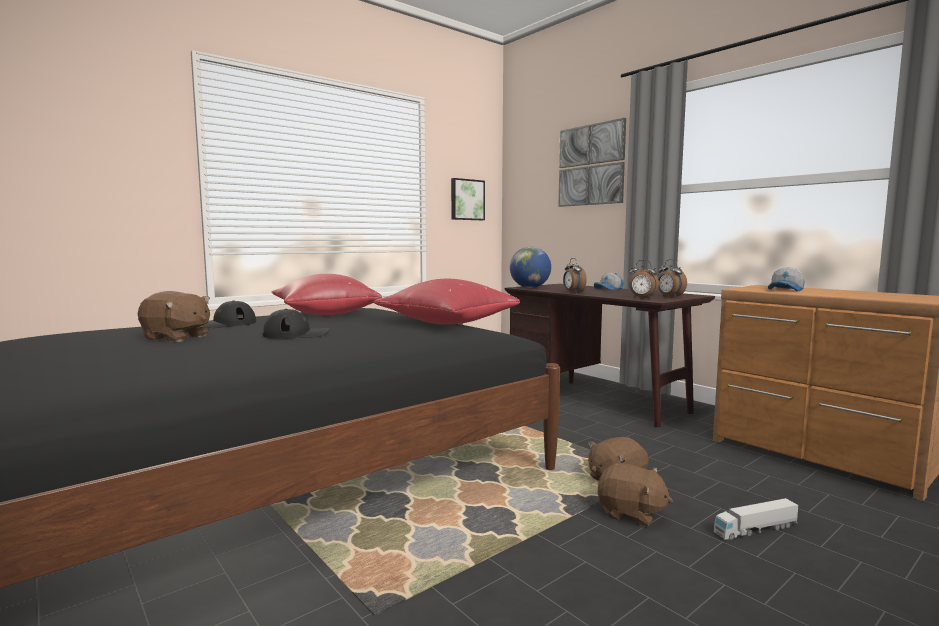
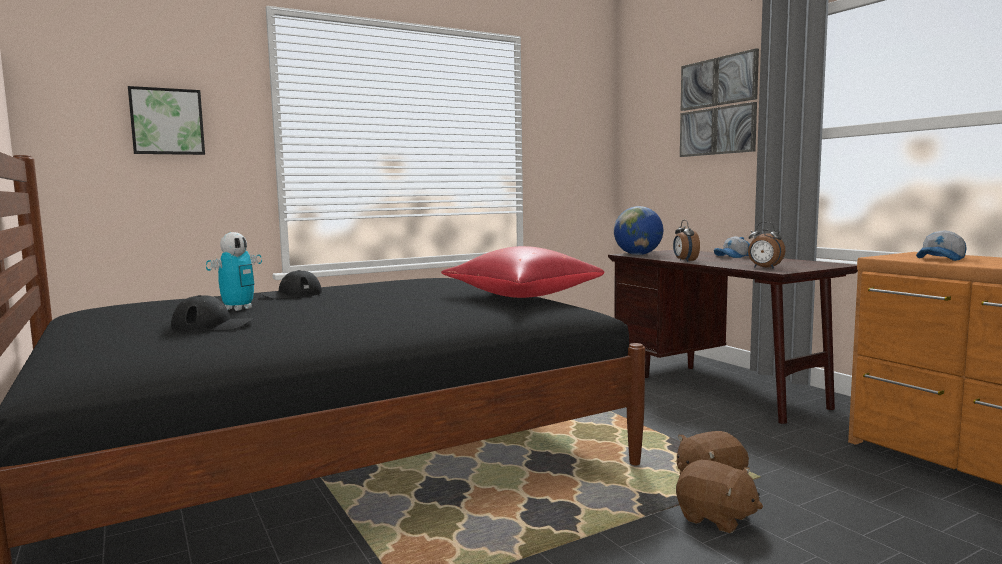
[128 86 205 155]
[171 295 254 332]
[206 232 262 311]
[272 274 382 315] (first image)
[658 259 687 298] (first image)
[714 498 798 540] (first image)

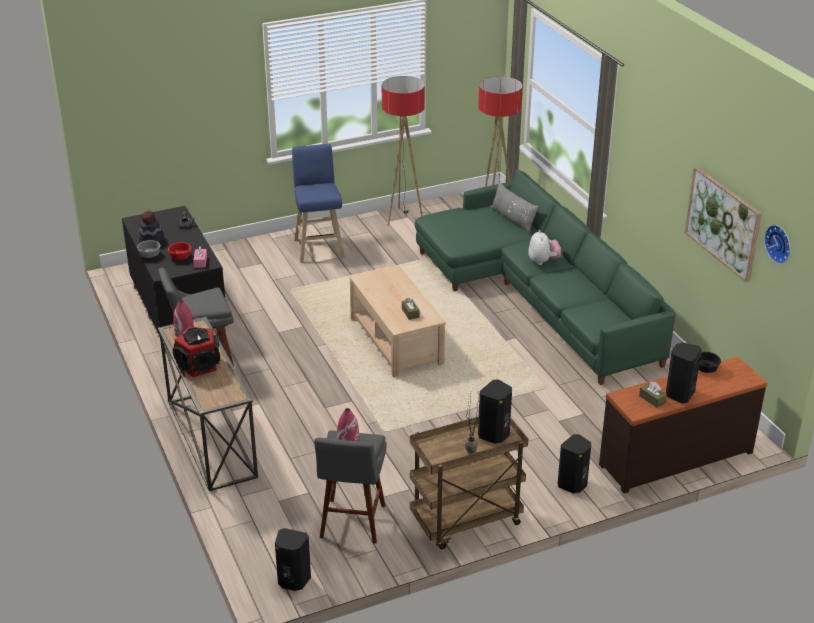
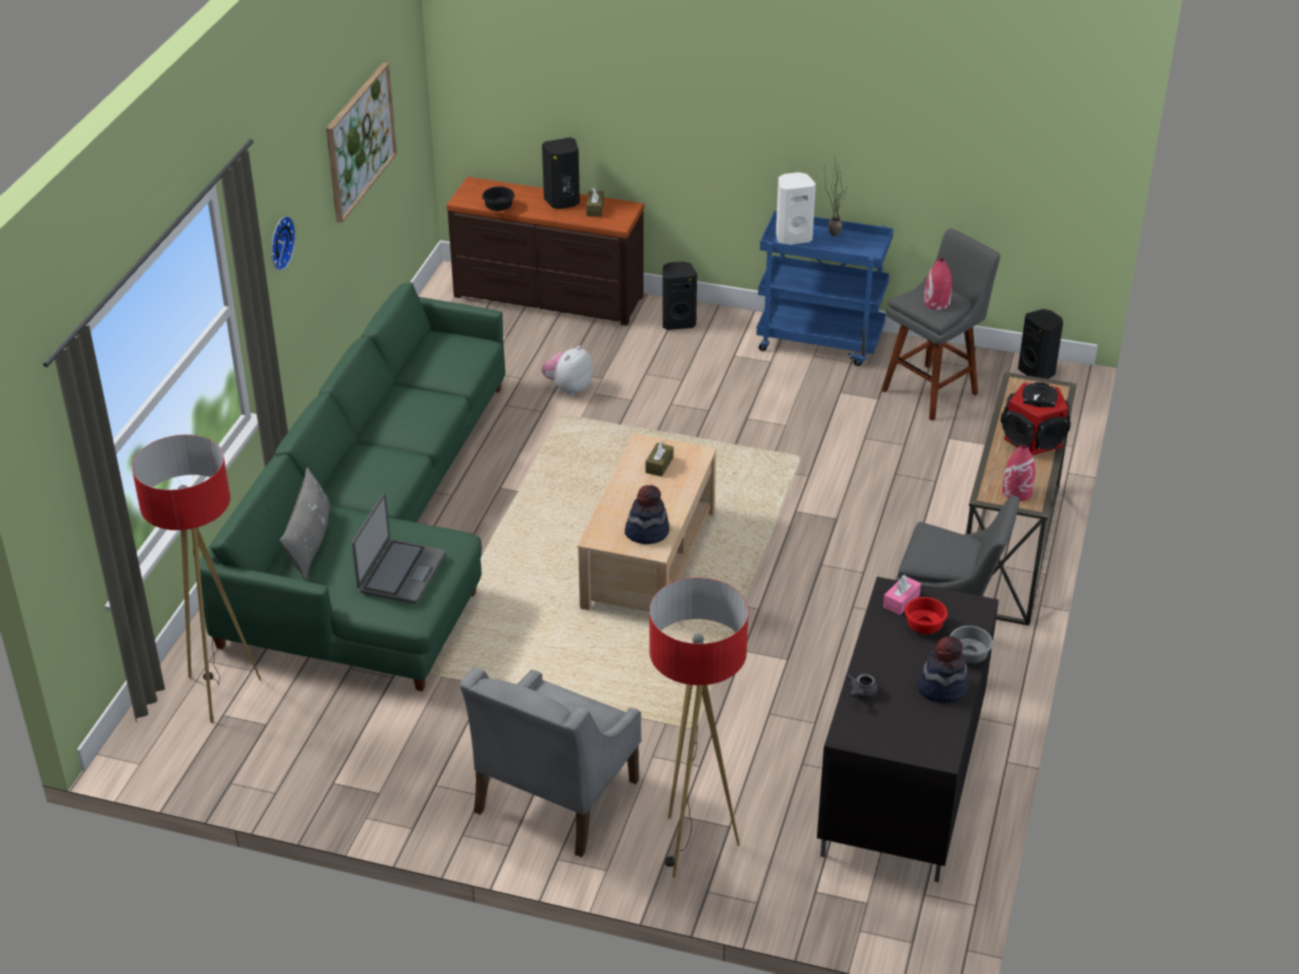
[271 216 296 271]
[352 493 446 604]
[460 667 642 857]
[541 346 593 395]
[625 485 669 544]
[649 578 748 878]
[756 211 893 366]
[776 172 816 245]

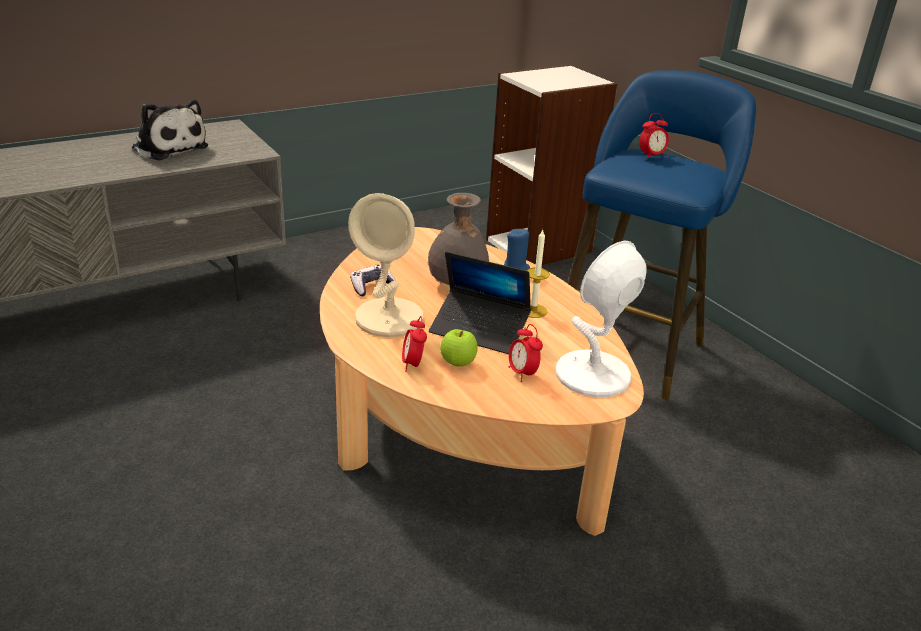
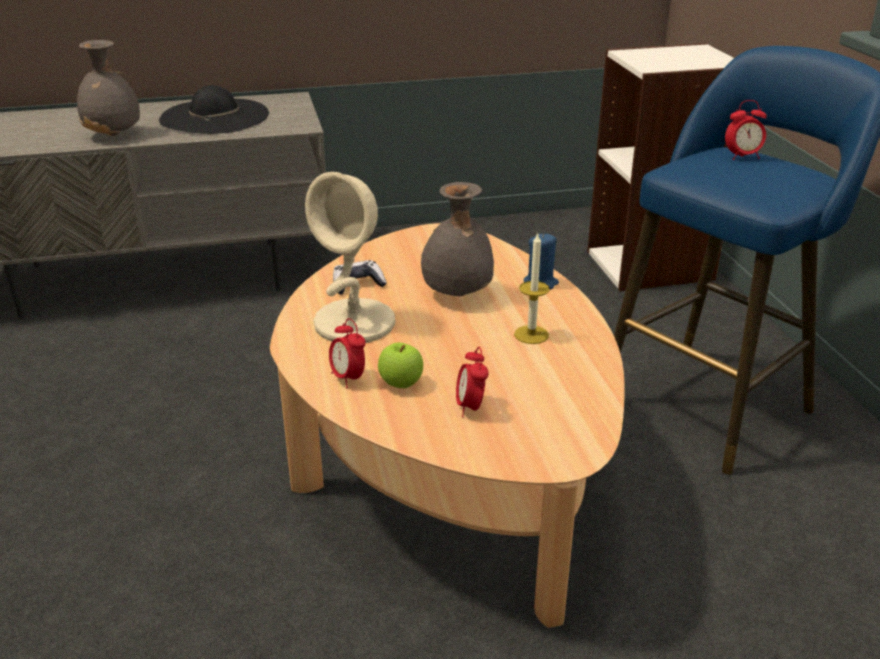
[77 40 140 136]
[159 85 269 134]
[329 318 366 388]
[429 251 531 354] (first image)
[556 241 647 397] (first image)

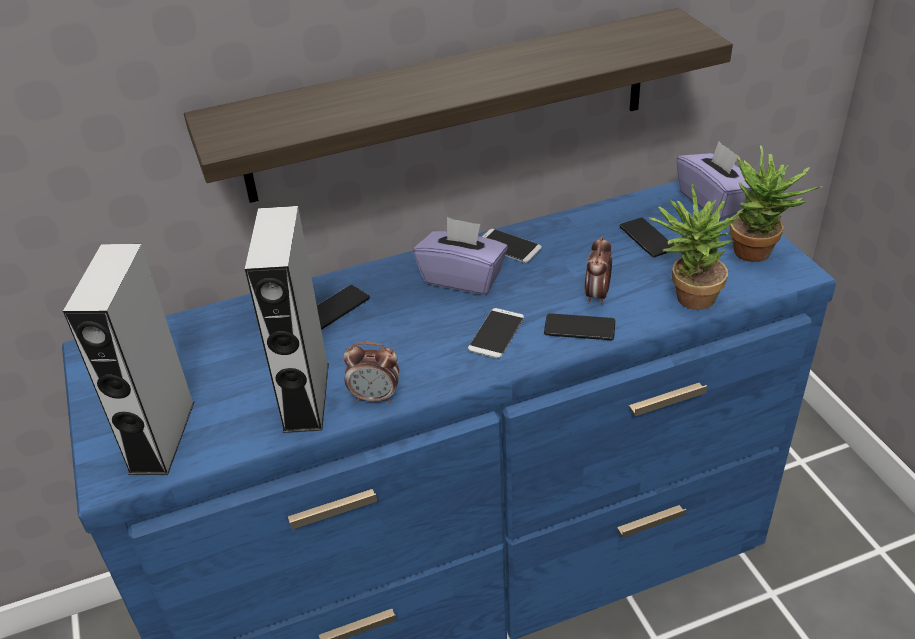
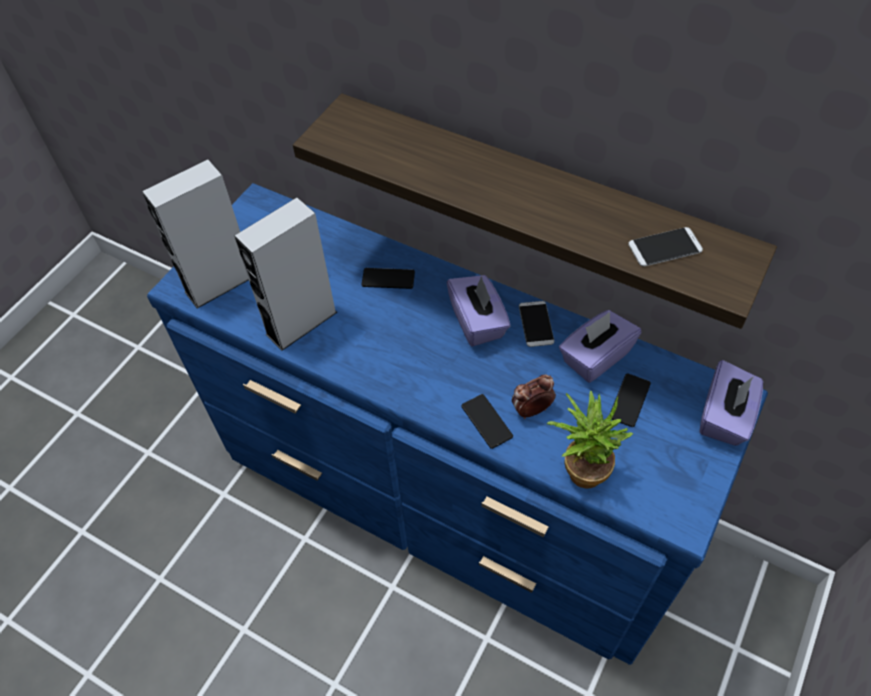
[559 310 641 383]
[628 227 703 267]
[343 342 399 403] (first image)
[730 145 823 262] (first image)

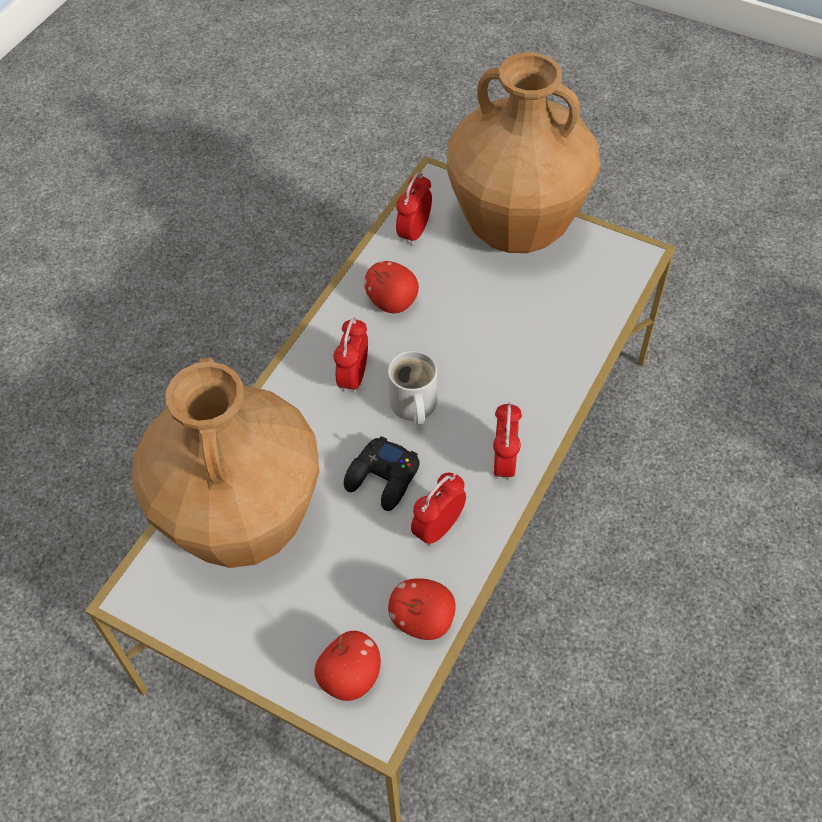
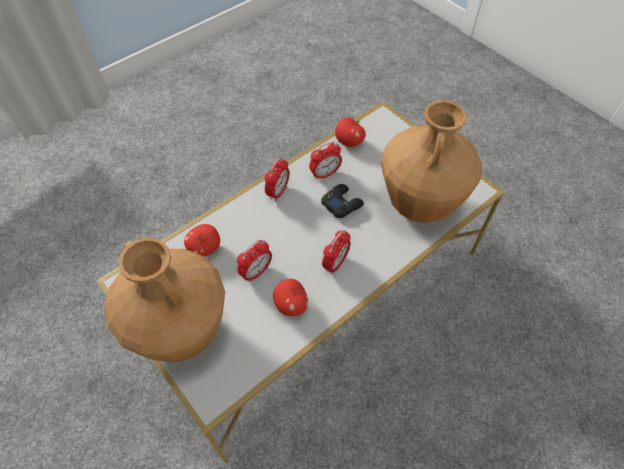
[184 224 220 257]
[237 240 272 282]
[388 350 437 425] (first image)

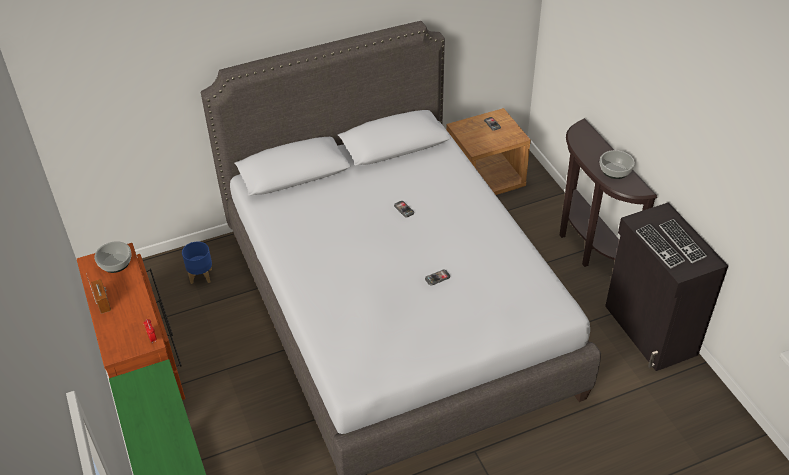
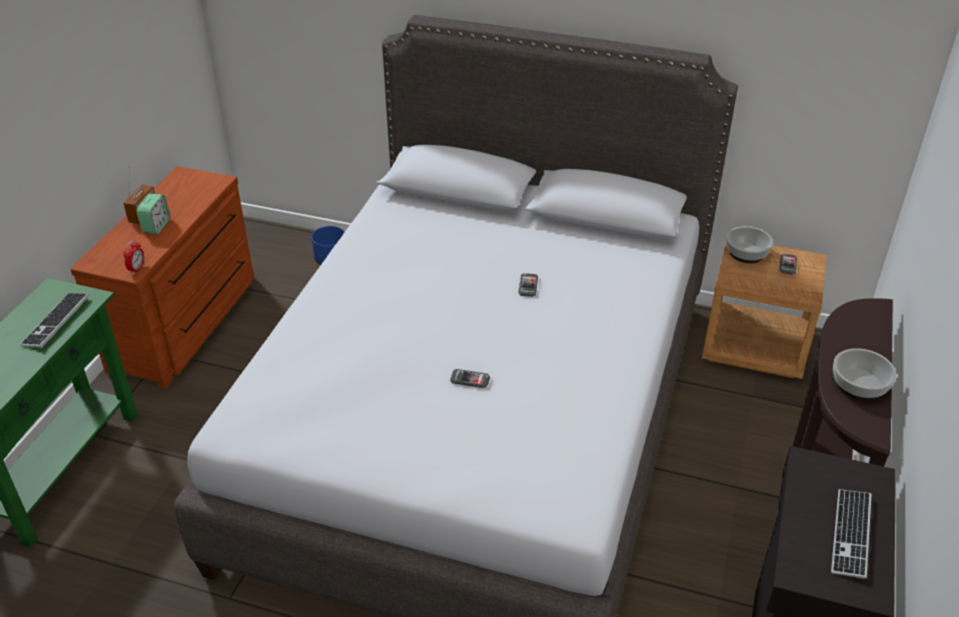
[20 293 88 348]
[137 194 170 234]
[726 226 773 263]

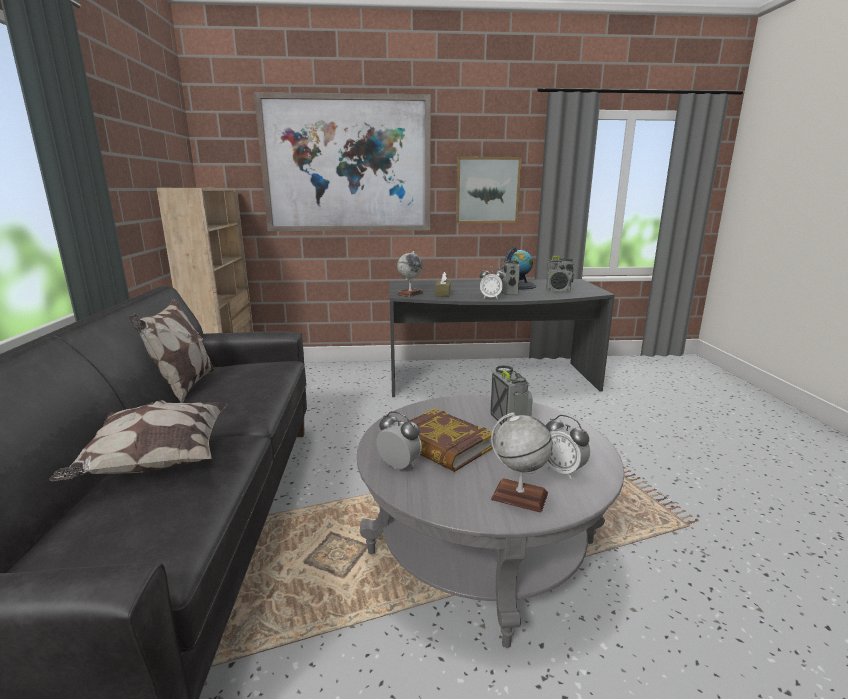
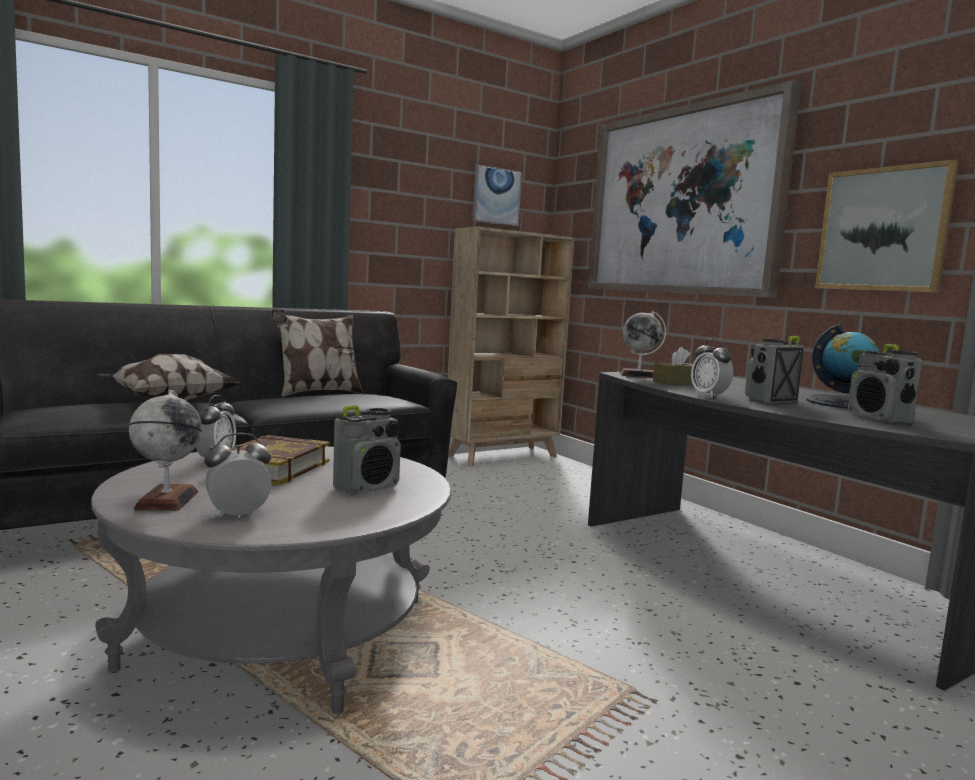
[204 433 271 518]
[472 164 522 226]

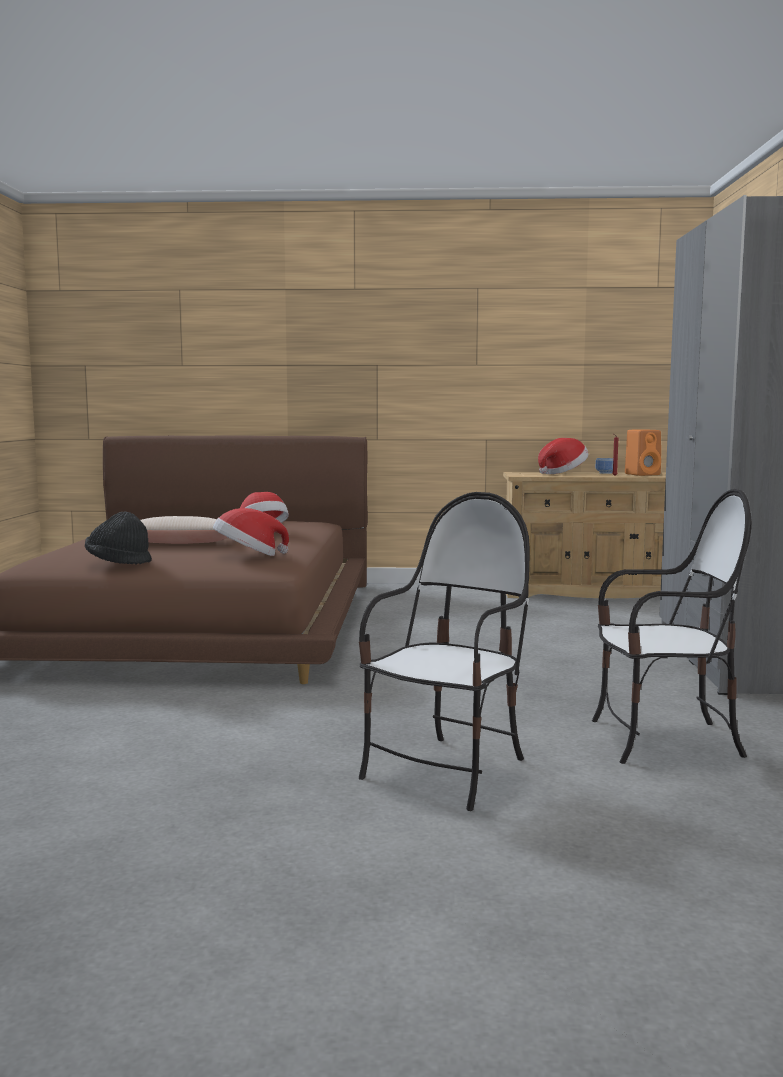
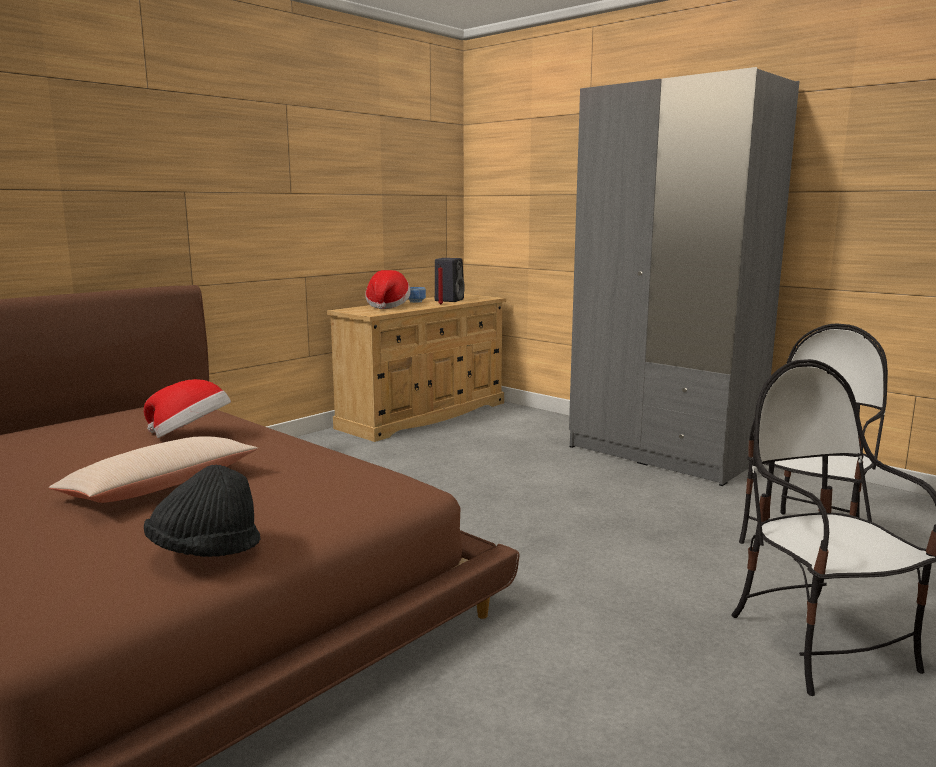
[435 258 465 302]
[213 508 289 556] (first image)

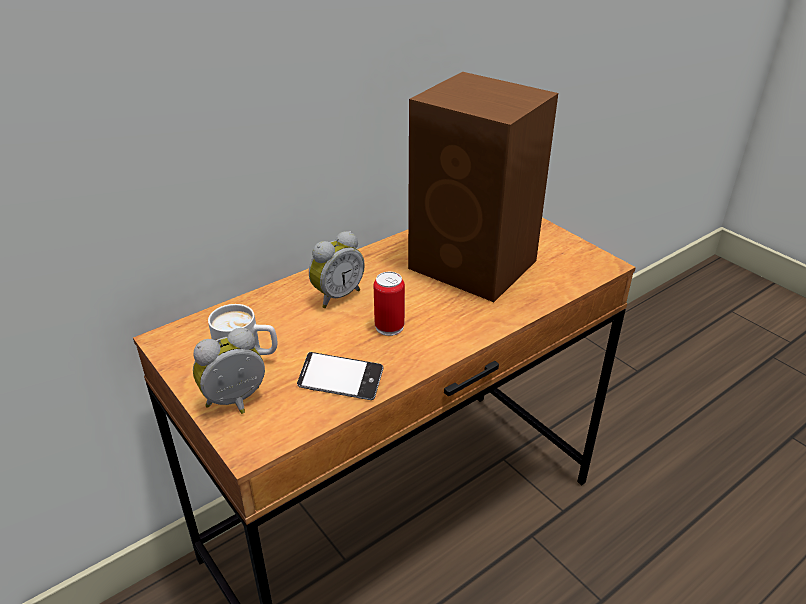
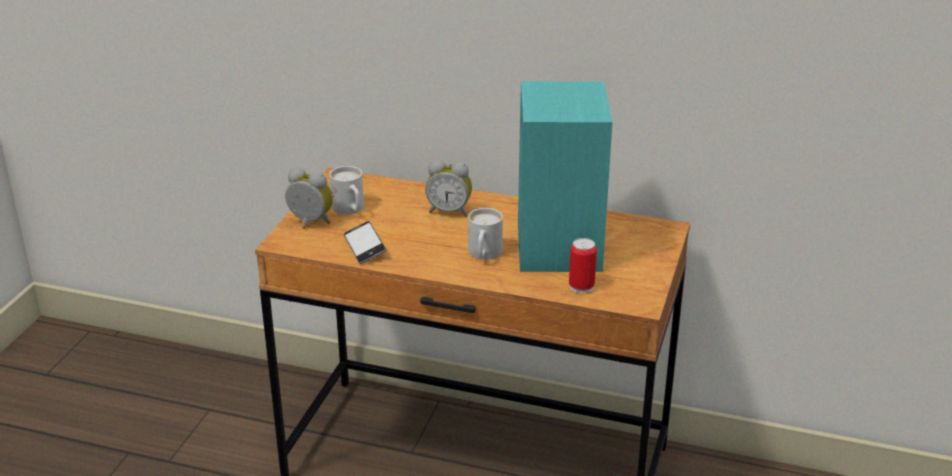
[468 208 503 260]
[518 81 612 272]
[569 238 597 293]

